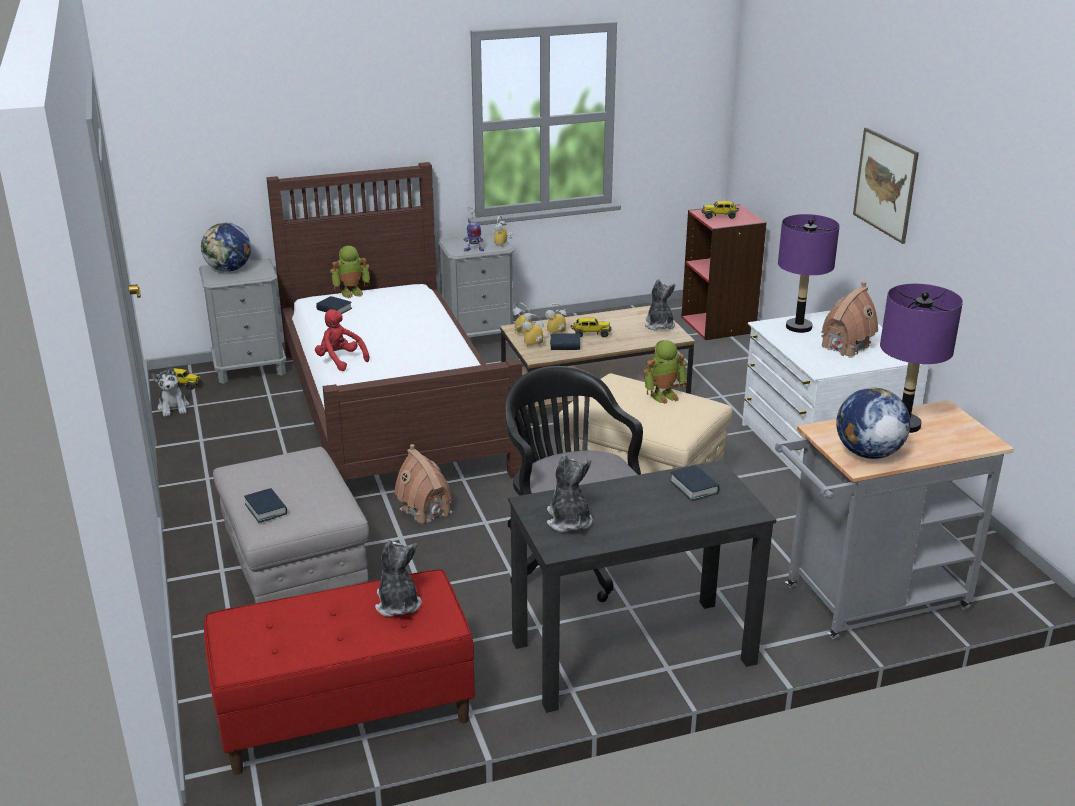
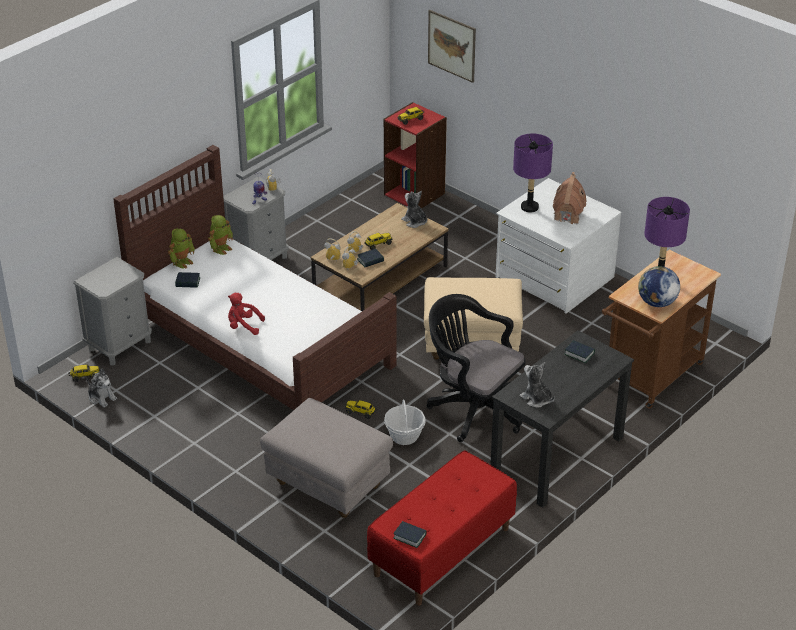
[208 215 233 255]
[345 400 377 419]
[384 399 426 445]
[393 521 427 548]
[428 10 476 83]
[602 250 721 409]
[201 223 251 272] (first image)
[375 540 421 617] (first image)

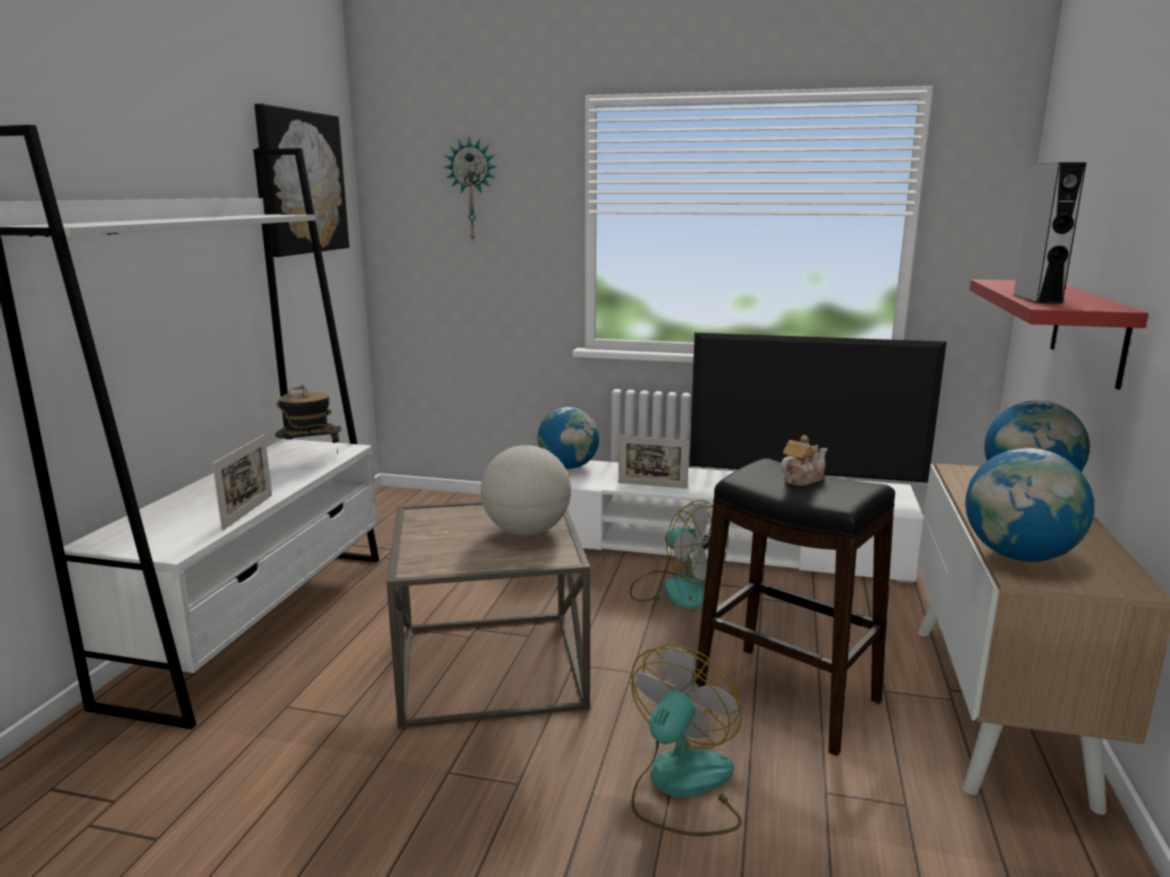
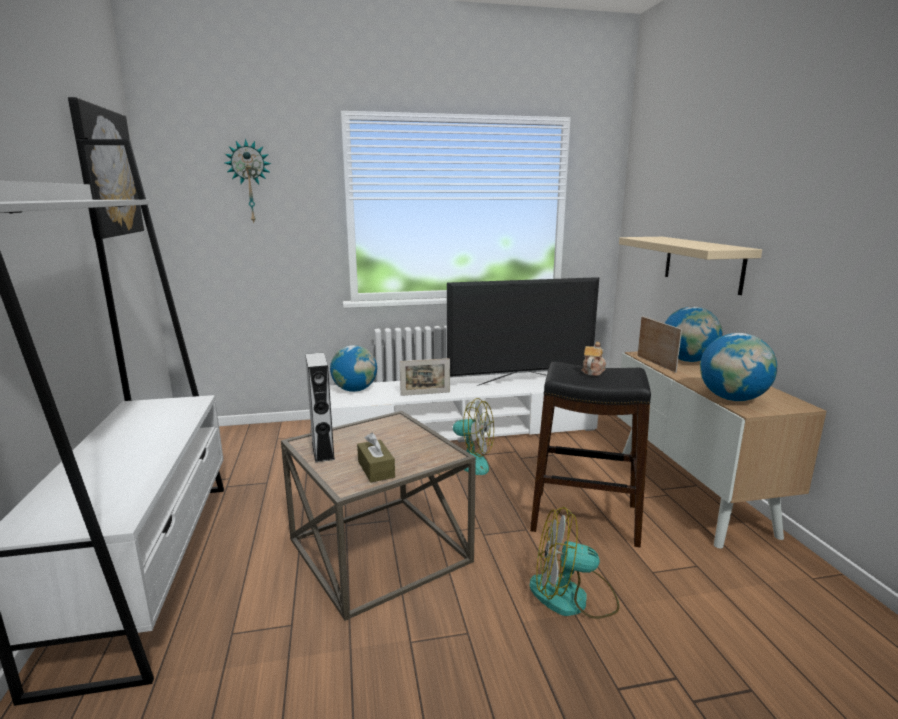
[305 352 335 462]
[357 433 395 482]
[530 507 619 619]
[619 237 762 295]
[637 316 682 373]
[275 385 341 454] (first image)
[481 445 571 536] (first image)

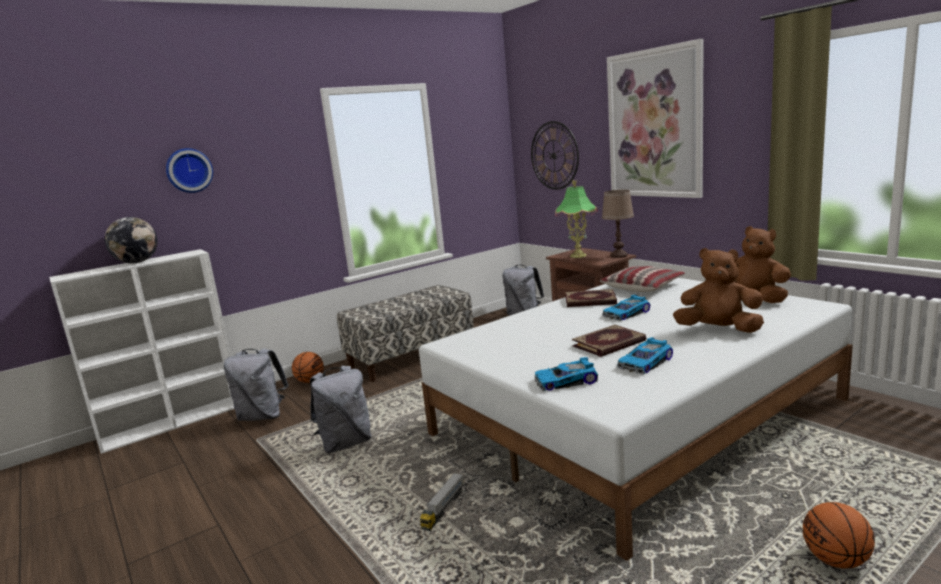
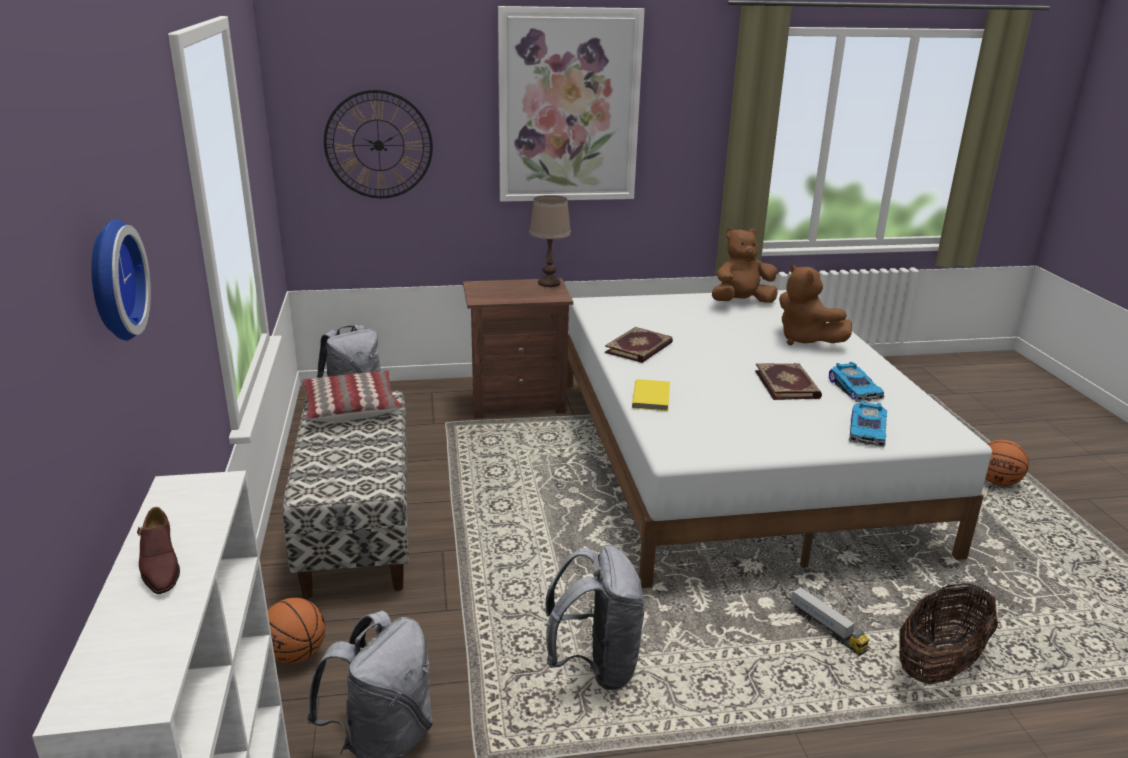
[137 507 180 594]
[301 370 402 422]
[632 379 670 411]
[779 264 852 345]
[898 583 998 684]
[555 180 598 258] (first image)
[602 295 650 321] (first image)

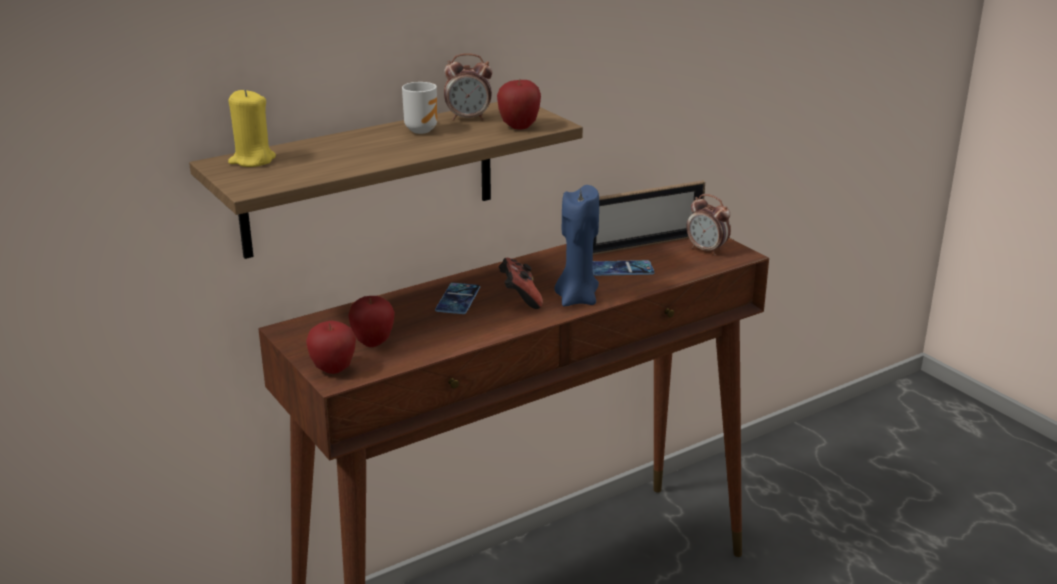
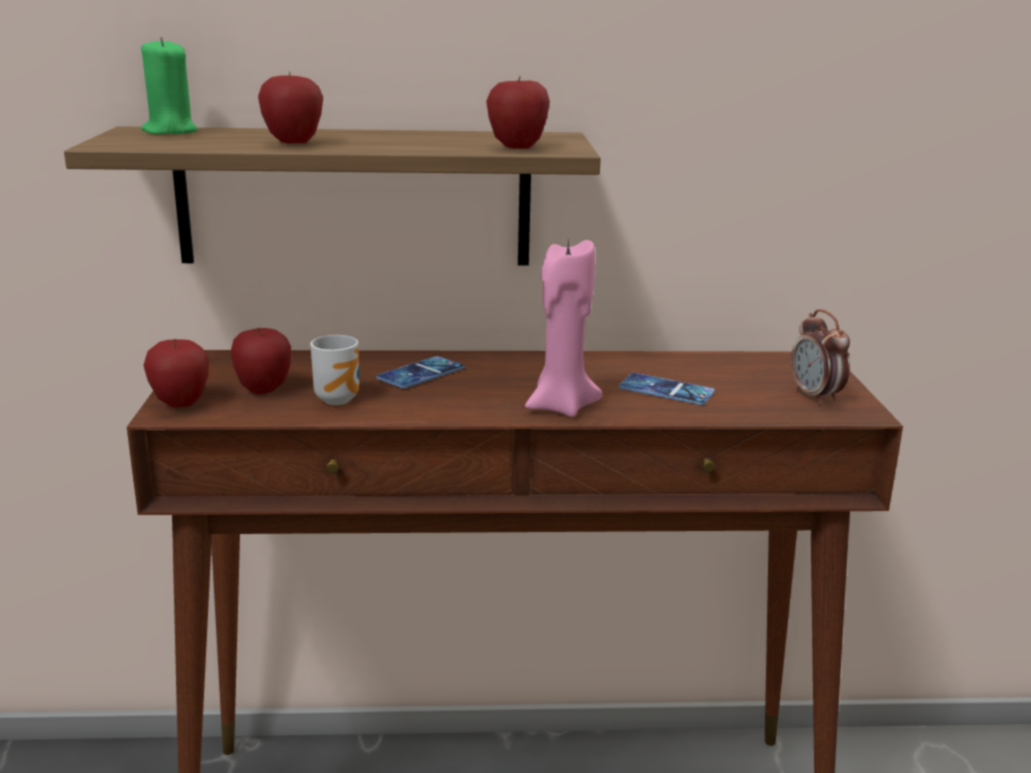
[141 37 198 134]
[258 71 323 144]
[310 335 359 405]
[525 237 602 417]
[444 53 492 121] (first image)
[499 258 543 309] (first image)
[593 180 705 255] (first image)

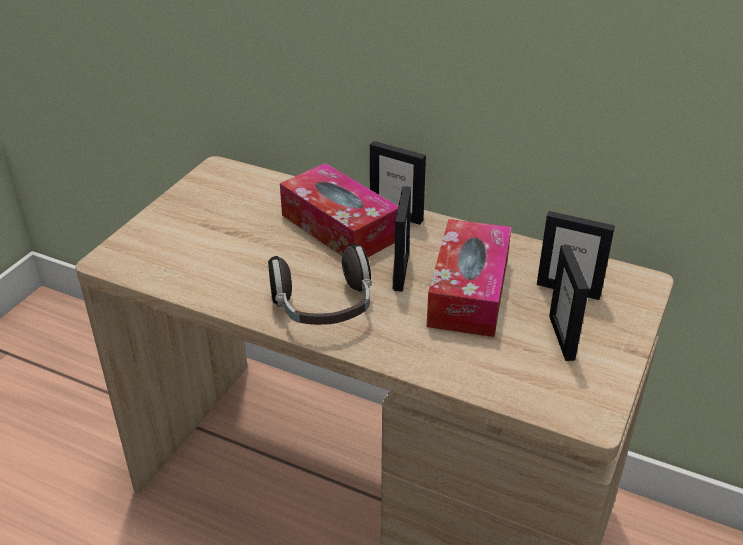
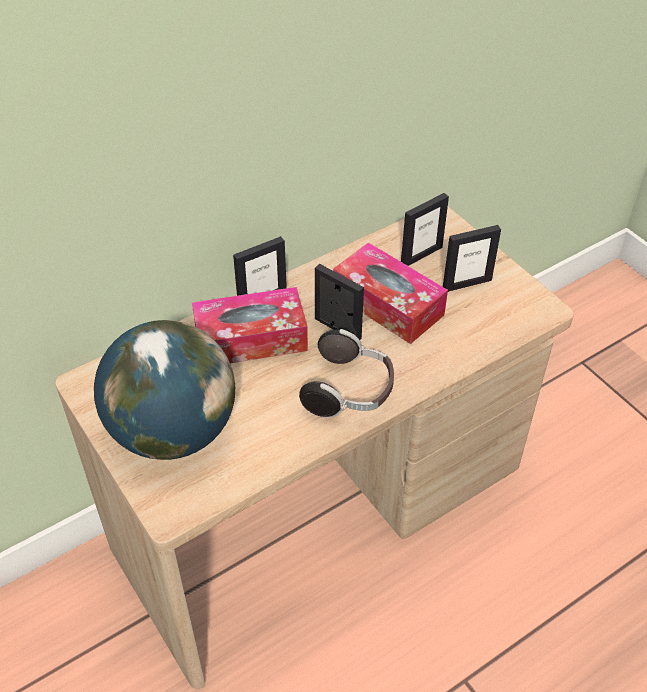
[94 320 235 460]
[443 225 501 292]

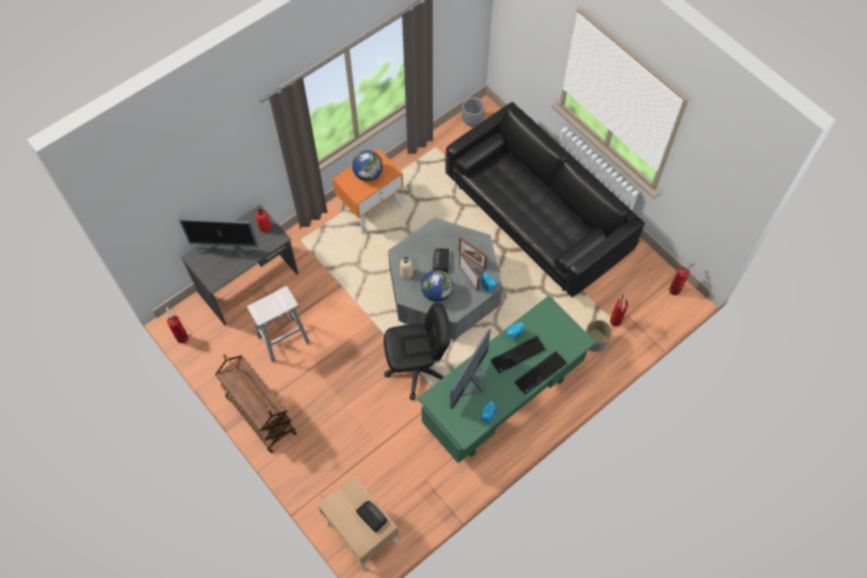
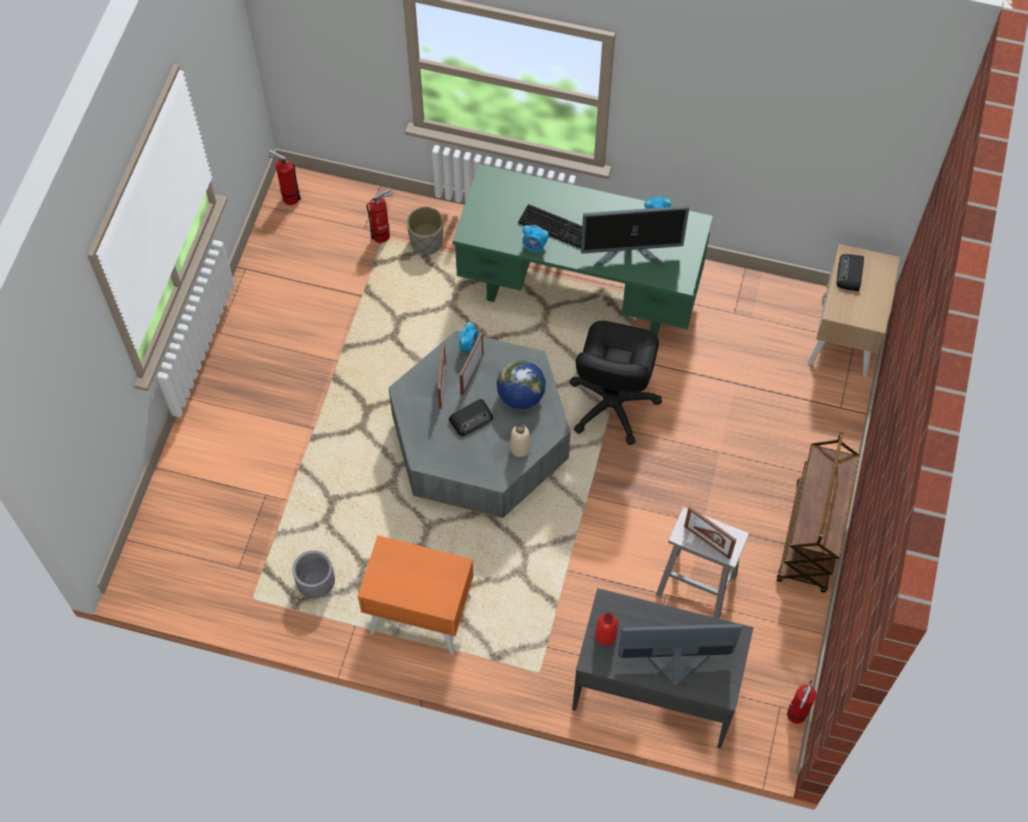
[292 550 335 598]
[569 321 662 445]
[618 624 743 686]
[684 506 736 559]
[352 150 383 181] (first image)
[446 102 645 298] (first image)
[515 351 567 395] (first image)

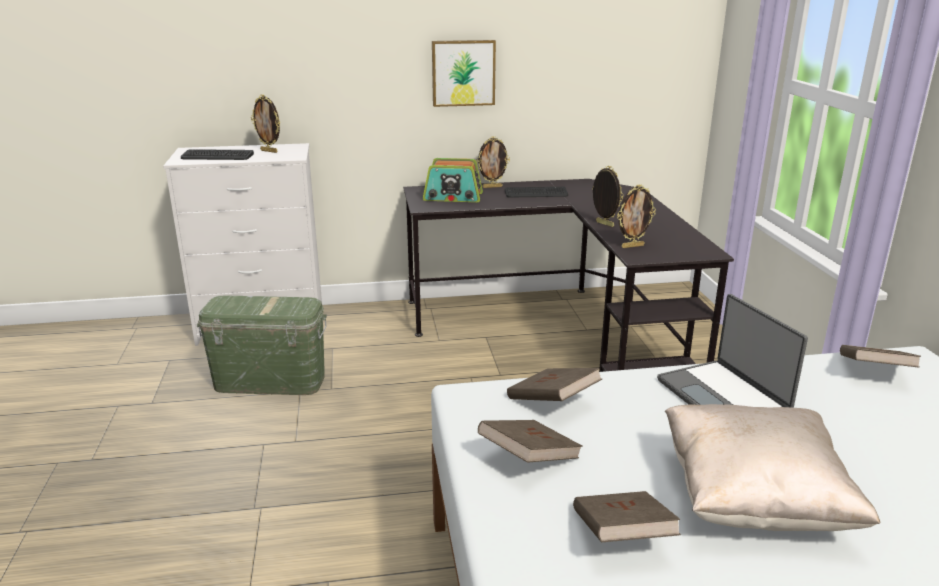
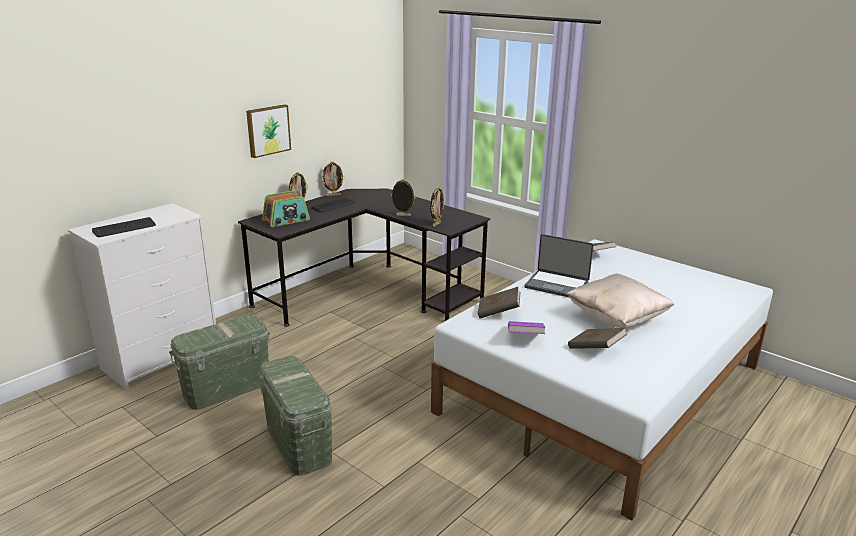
[259 356 332 476]
[321 162 345 196]
[508 321 545 334]

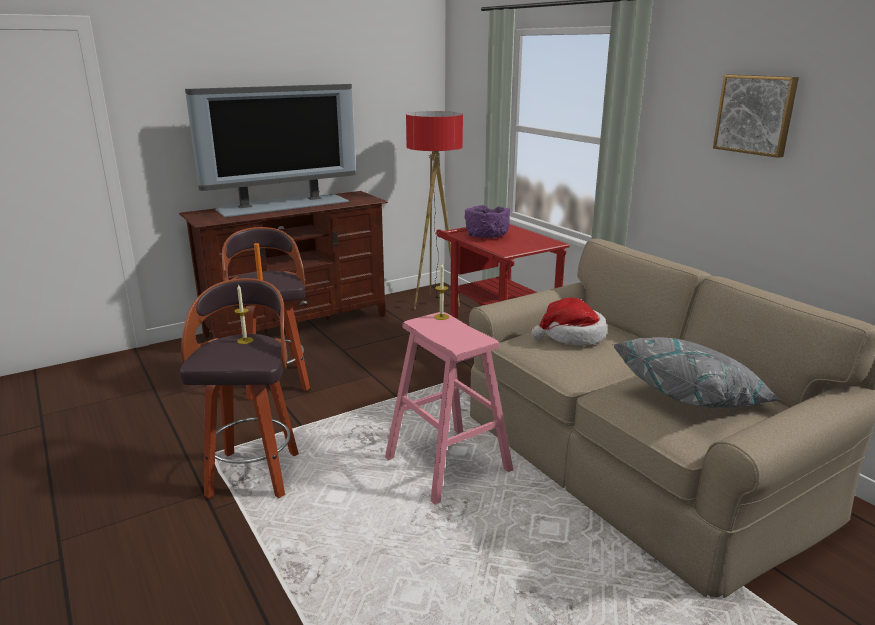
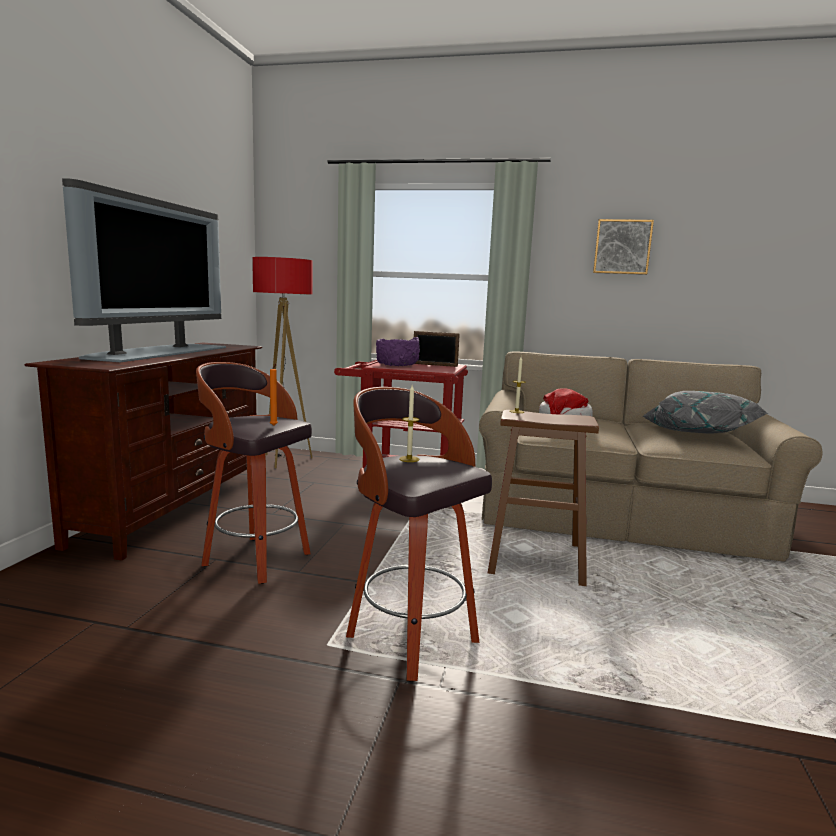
[414 331 460 367]
[488 410 599 586]

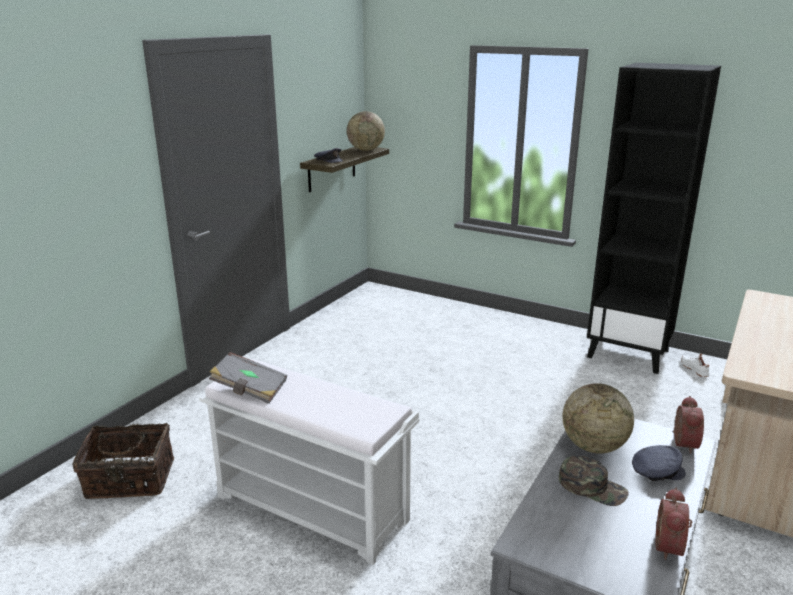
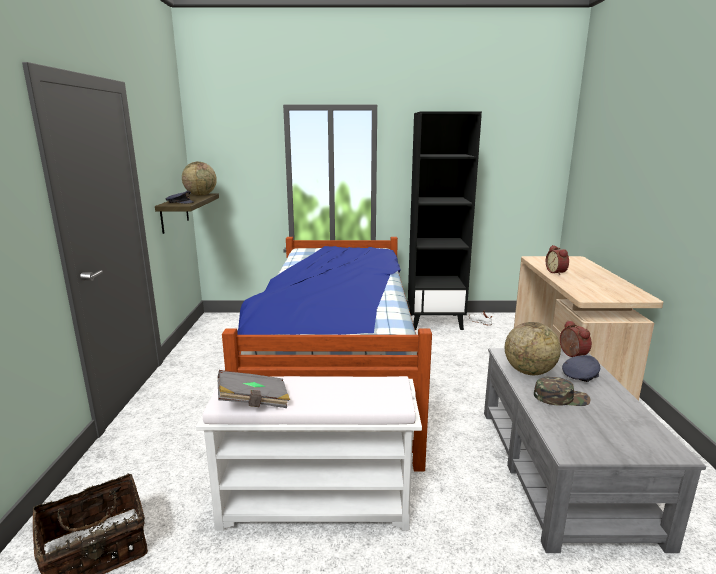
[222 237 432 472]
[546 245 569 275]

